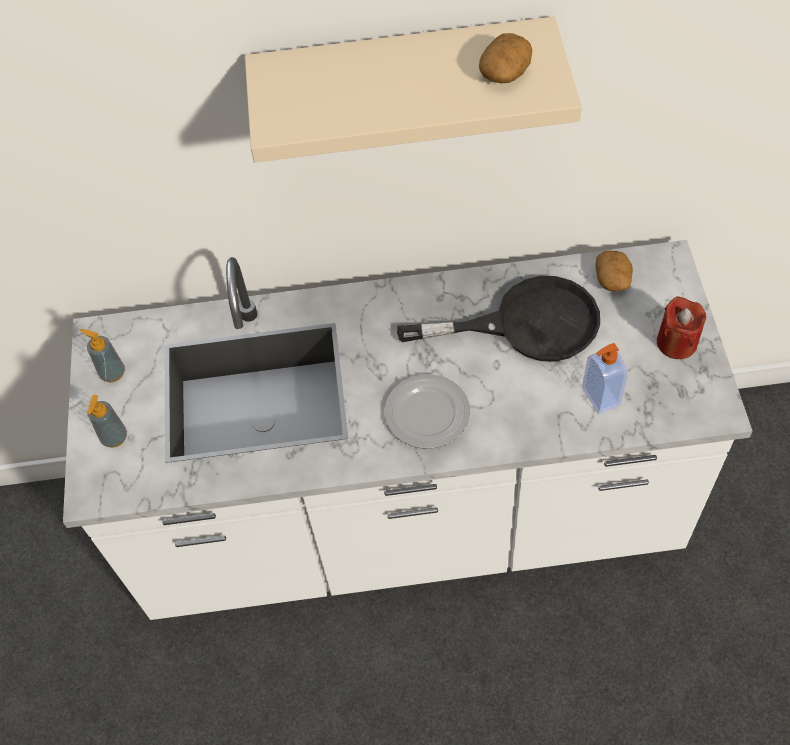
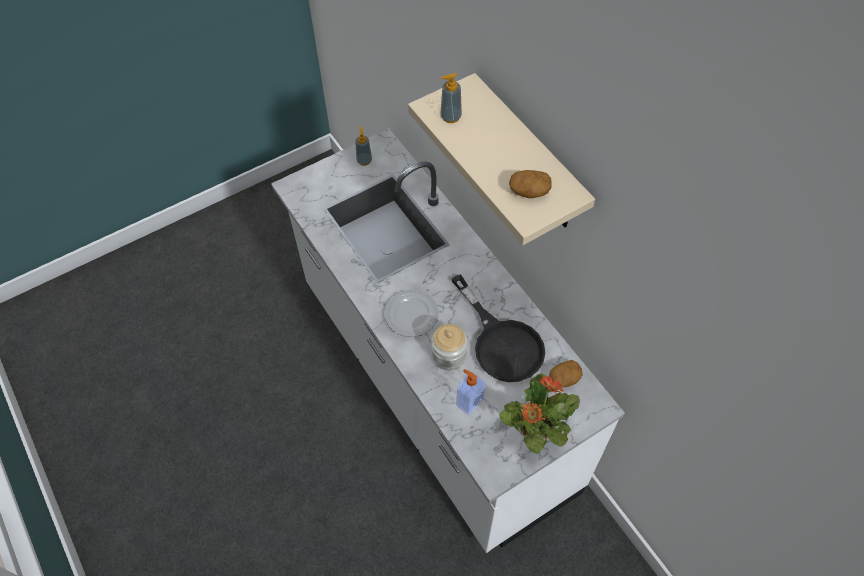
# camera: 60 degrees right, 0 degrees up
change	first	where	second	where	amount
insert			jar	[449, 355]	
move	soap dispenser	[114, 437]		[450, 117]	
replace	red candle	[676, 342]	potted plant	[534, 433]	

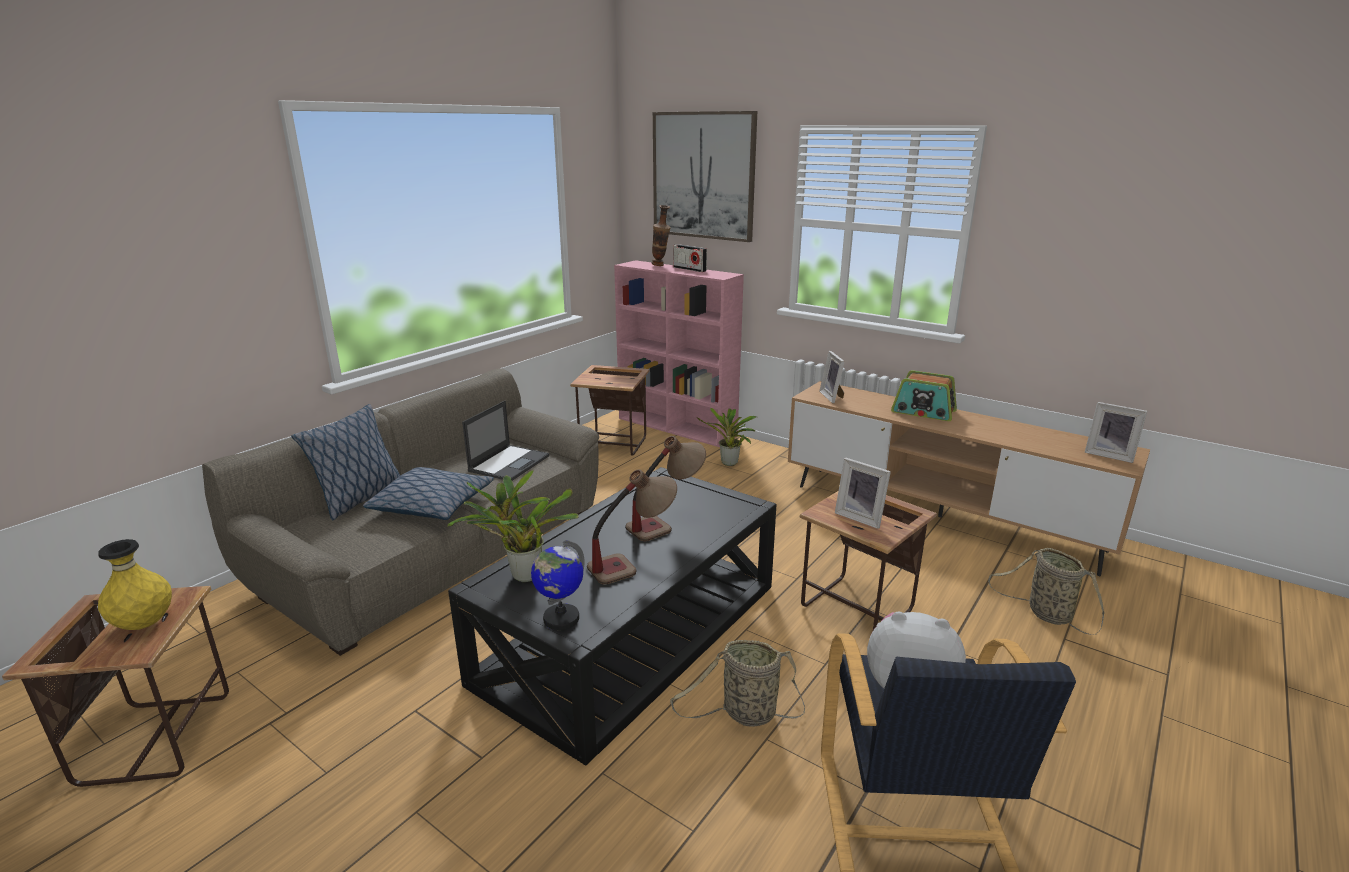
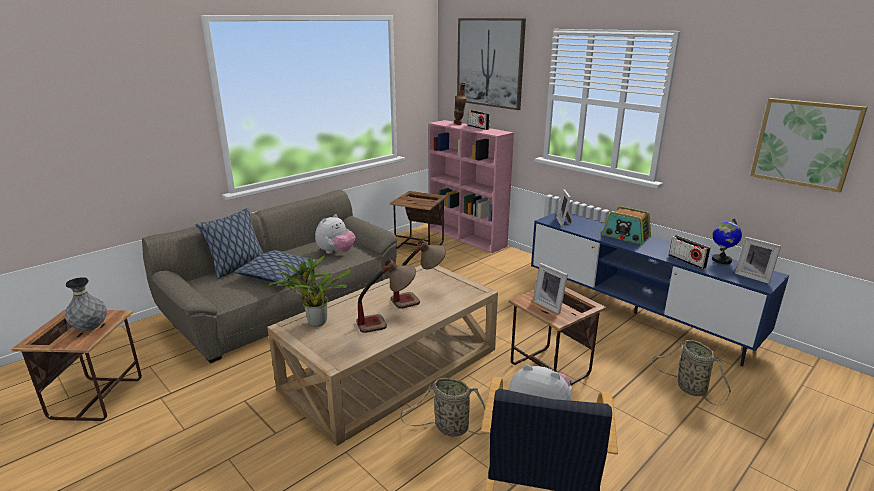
# camera: 10 degrees right, 0 degrees up
change	first	where	second	where	amount
recolor	yellow vase	[145, 624]	grey vase	[90, 328]	
recolor	black coffee table	[630, 631]	beige coffee table	[391, 368]	
replace	laptop	[509, 463]	plush toy	[336, 252]	
recolor	brown tv stand	[939, 516]	blue tv stand	[635, 313]	
insert			radio	[687, 261]	
move	globe	[560, 618]		[721, 260]	
insert			picture	[805, 143]	
delete	potted plant	[729, 464]			

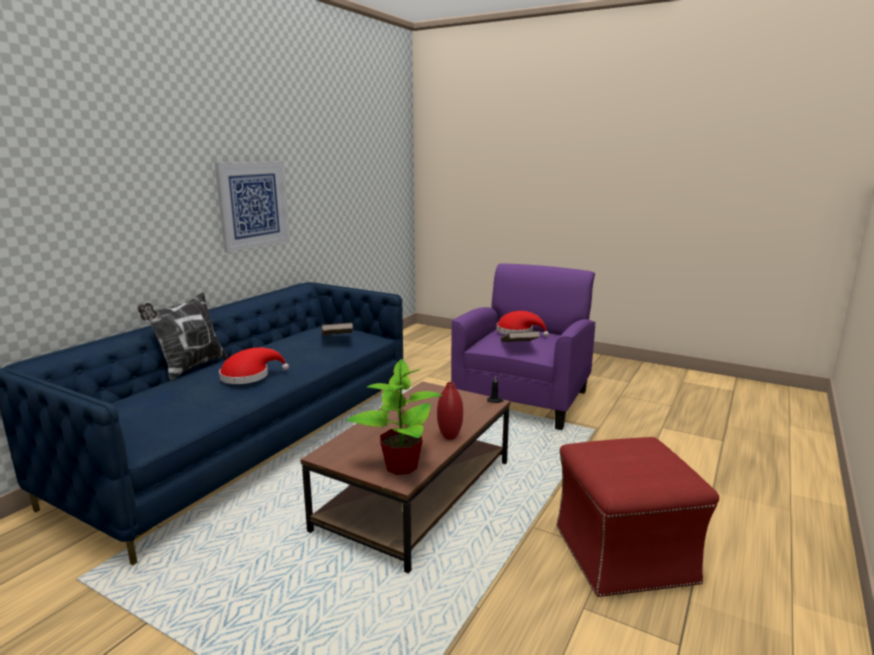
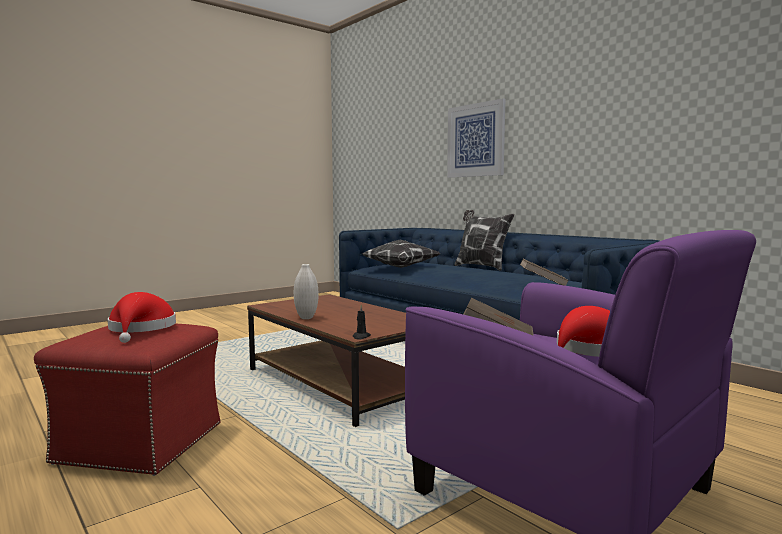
# camera: 110 degrees right, 10 degrees down
change	first	where	second	where	amount
move	red hat	[249, 376]		[141, 329]	
recolor	red vase	[450, 436]	white vase	[306, 318]	
insert			pillow	[400, 267]	
move	picture	[253, 205]		[475, 140]	
delete	potted plant	[401, 466]			

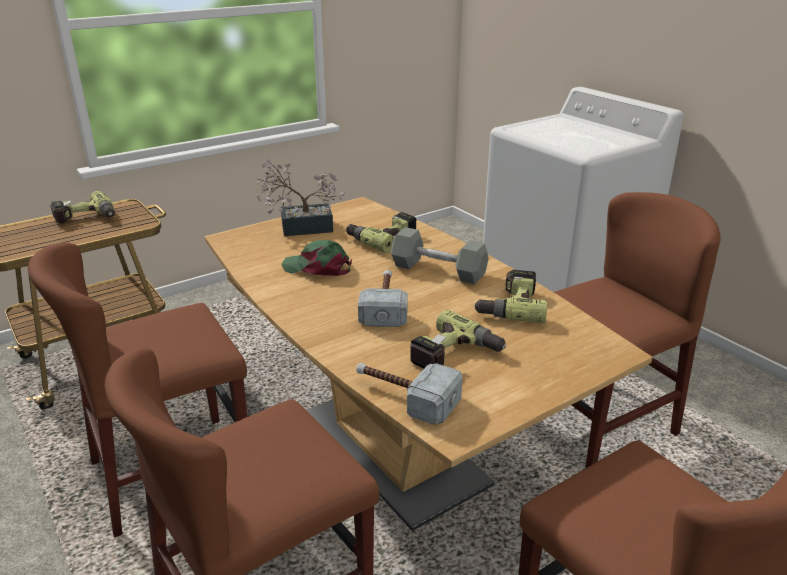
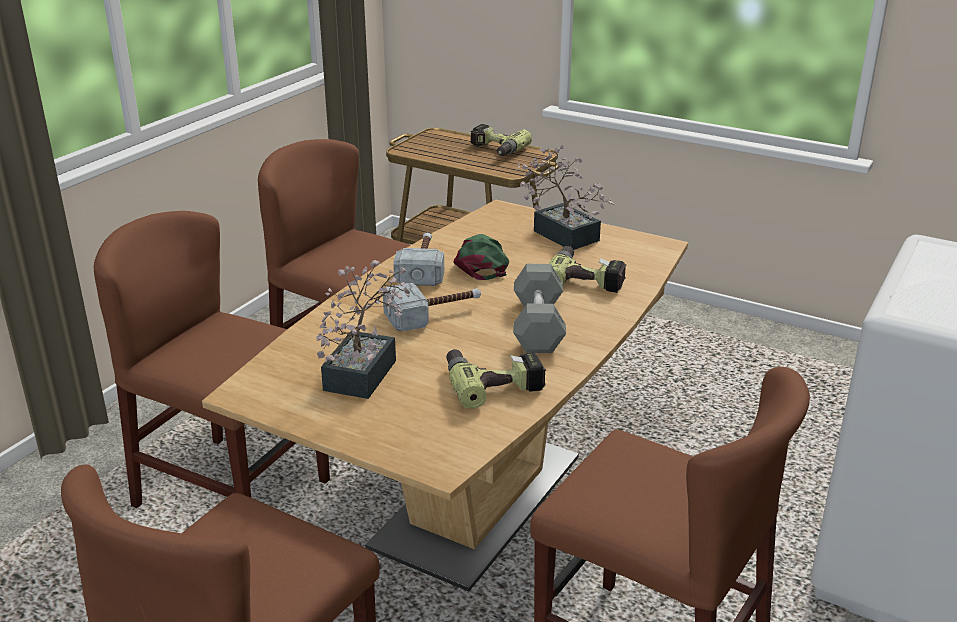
# camera: 65 degrees right, 0 degrees up
change	first	where	second	where	amount
replace	power drill	[455, 355]	potted plant	[365, 370]	
move	hammer	[404, 396]		[422, 267]	

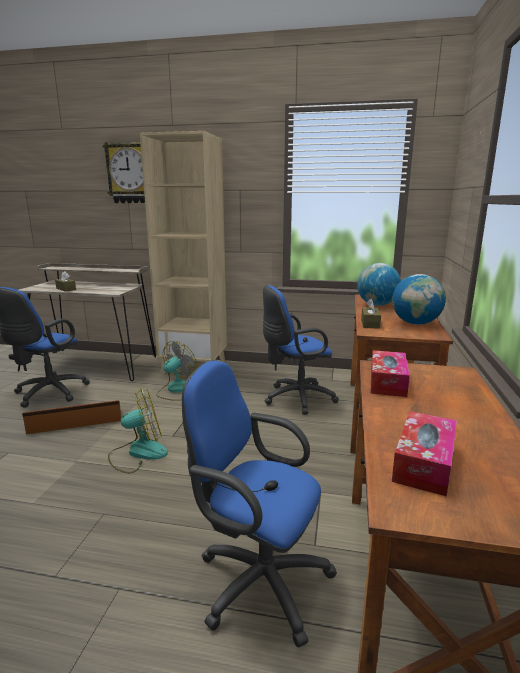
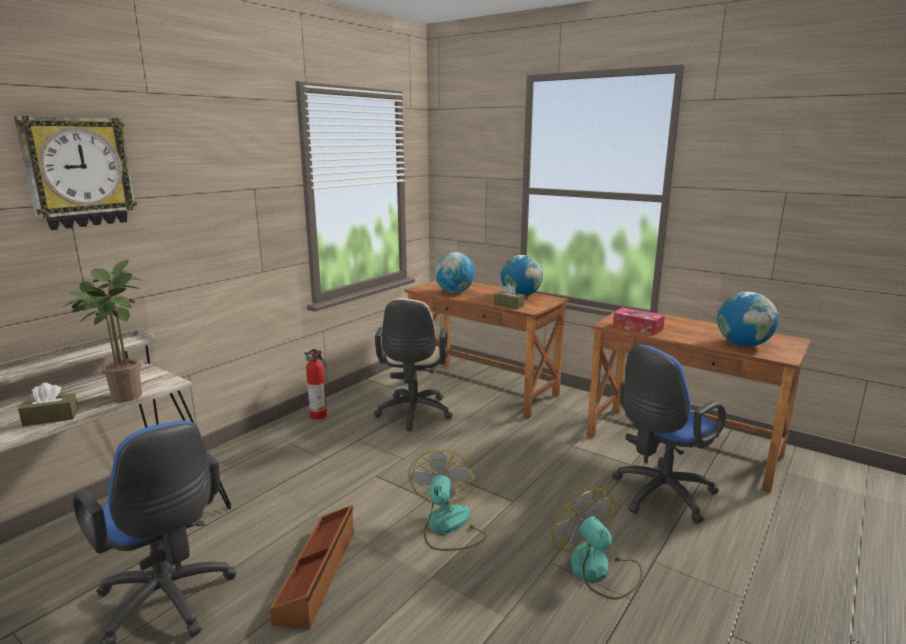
# camera: 65 degrees left, 0 degrees up
change	first	where	second	where	amount
insert			potted plant	[124, 395]	
insert			fire extinguisher	[319, 416]	
recolor	blue office chair	[295, 399]	beige office chair	[413, 414]	
move	fan	[177, 390]		[598, 570]	
replace	tissue box	[424, 463]	globe	[743, 344]	
delete	beige bookcase	[194, 367]			

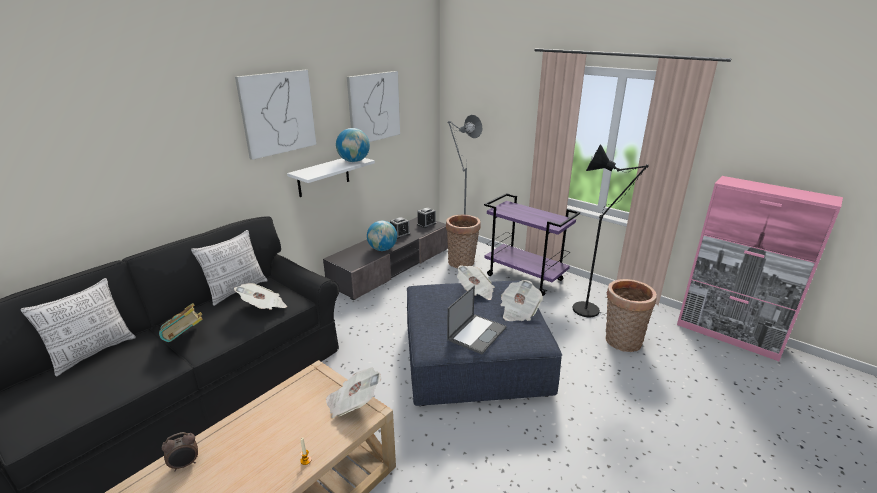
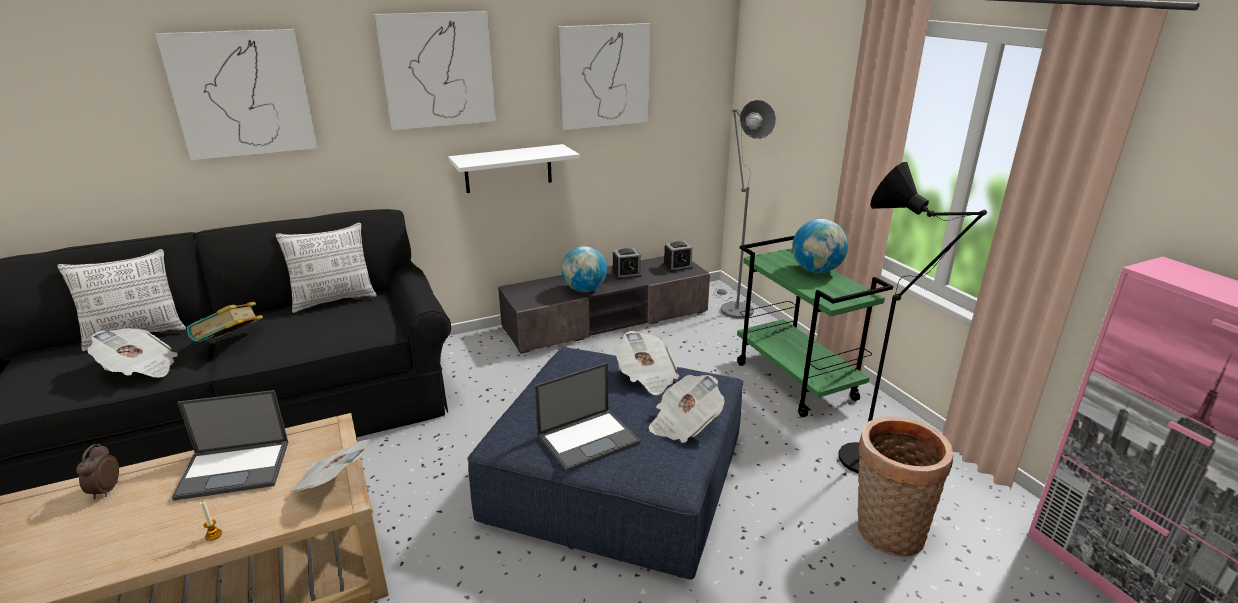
# camera: 25 degrees right, 0 degrees up
change	first	where	second	where	amount
rotate	alarm clock	[185, 464]		[105, 491]	90 degrees clockwise
move	newspaper	[264, 307]		[140, 369]	
insert			picture	[242, 94]	
insert			laptop	[236, 469]	
recolor	purple cart	[525, 277]	green cart	[796, 382]	
move	globe	[354, 161]		[816, 270]	
delete	basket	[462, 263]			

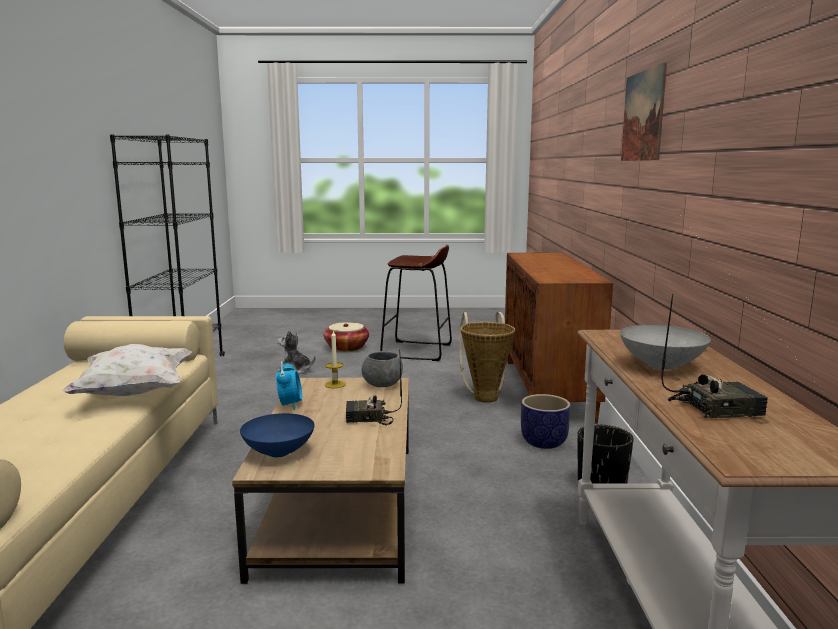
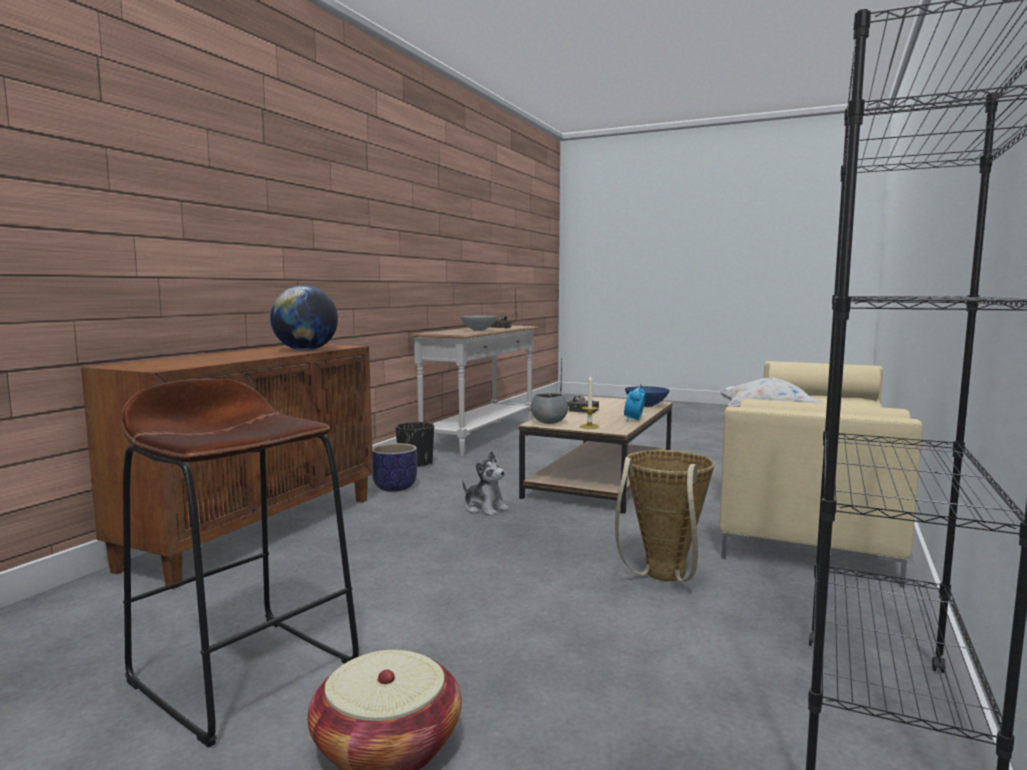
# camera: 155 degrees left, 5 degrees down
change	first	where	second	where	amount
insert			globe	[305, 350]	
move	plush toy	[295, 370]		[485, 509]	
move	basket	[485, 396]		[663, 578]	
delete	picture	[643, 116]			

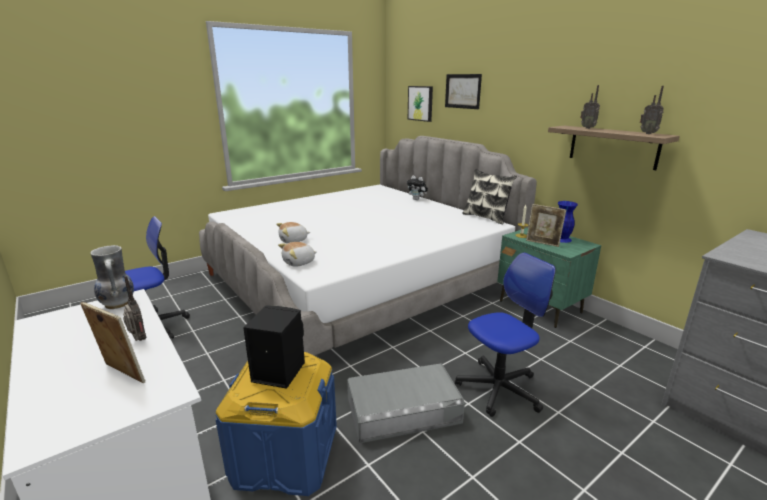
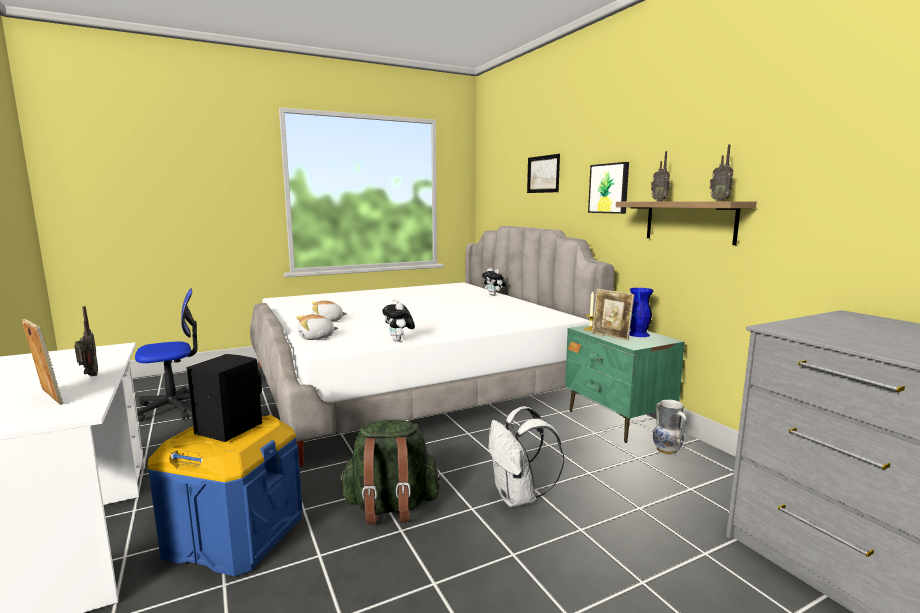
# camera: 10 degrees right, 10 degrees down
change	first	where	second	where	amount
replace	grey storage box	[403, 410]	green backpack	[390, 507]	
insert			plush toy	[399, 340]	
replace	office chair	[499, 388]	white backpack	[518, 497]	
move	picture	[421, 103]		[609, 188]	
move	vase	[119, 304]		[667, 450]	
delete	pillow	[486, 217]			

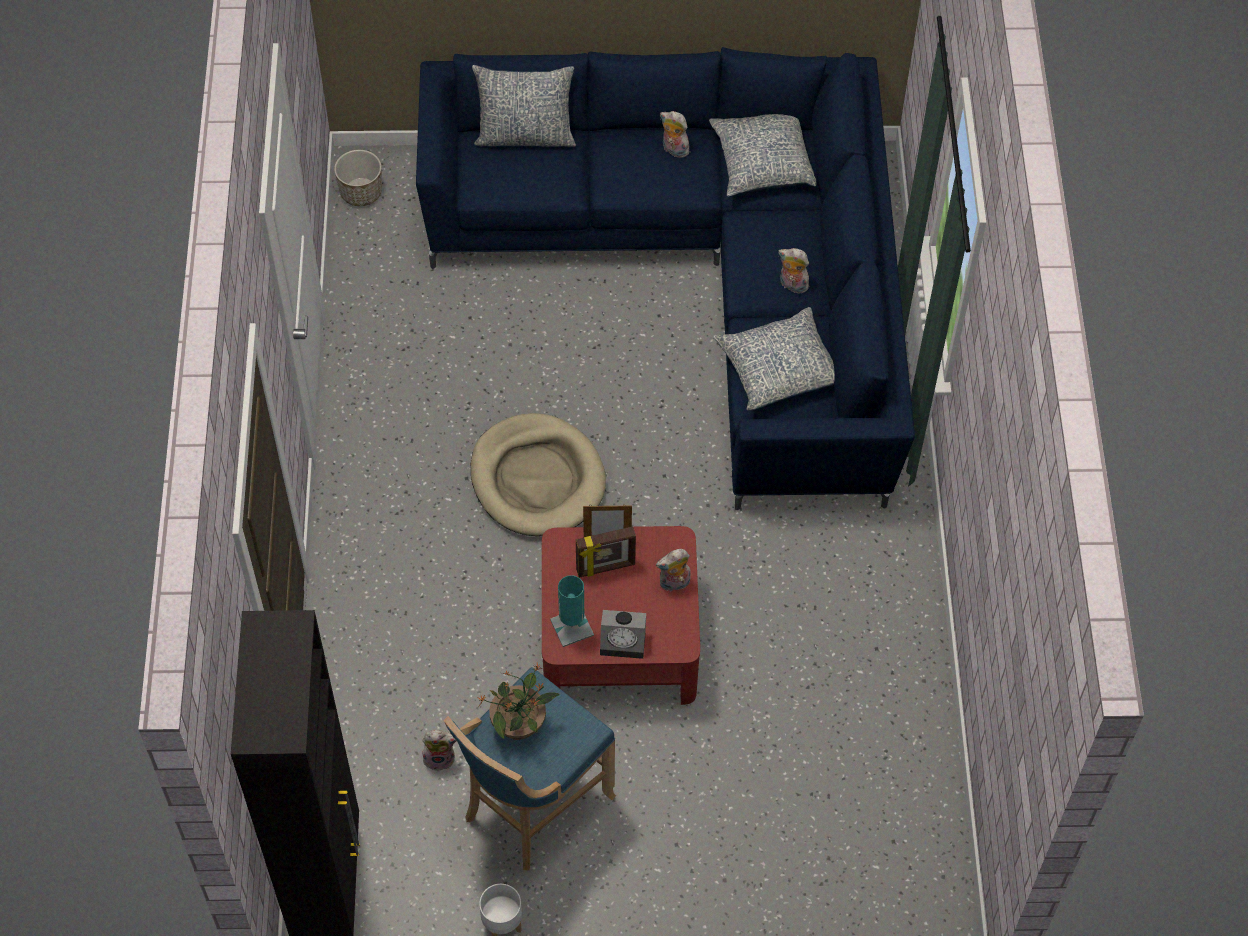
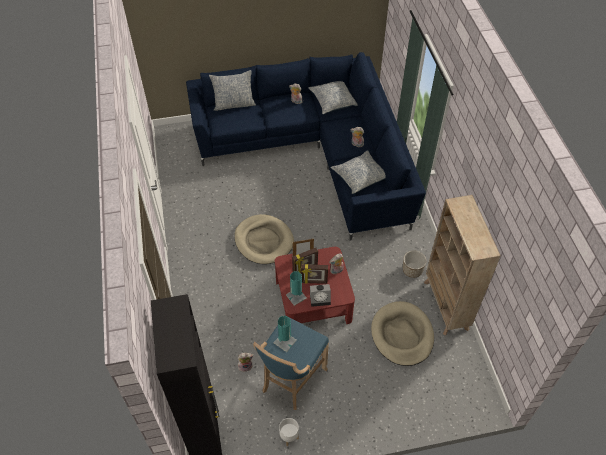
# camera: 10 degrees left, 5 degrees down
change	first	where	second	where	amount
replace	potted plant	[520, 724]	turquoise table lamp	[285, 341]	
insert			picture frame	[314, 281]	
insert			beige dog bed	[402, 335]	
move	planter	[361, 192]		[412, 270]	
insert			beige bookcase	[445, 306]	

